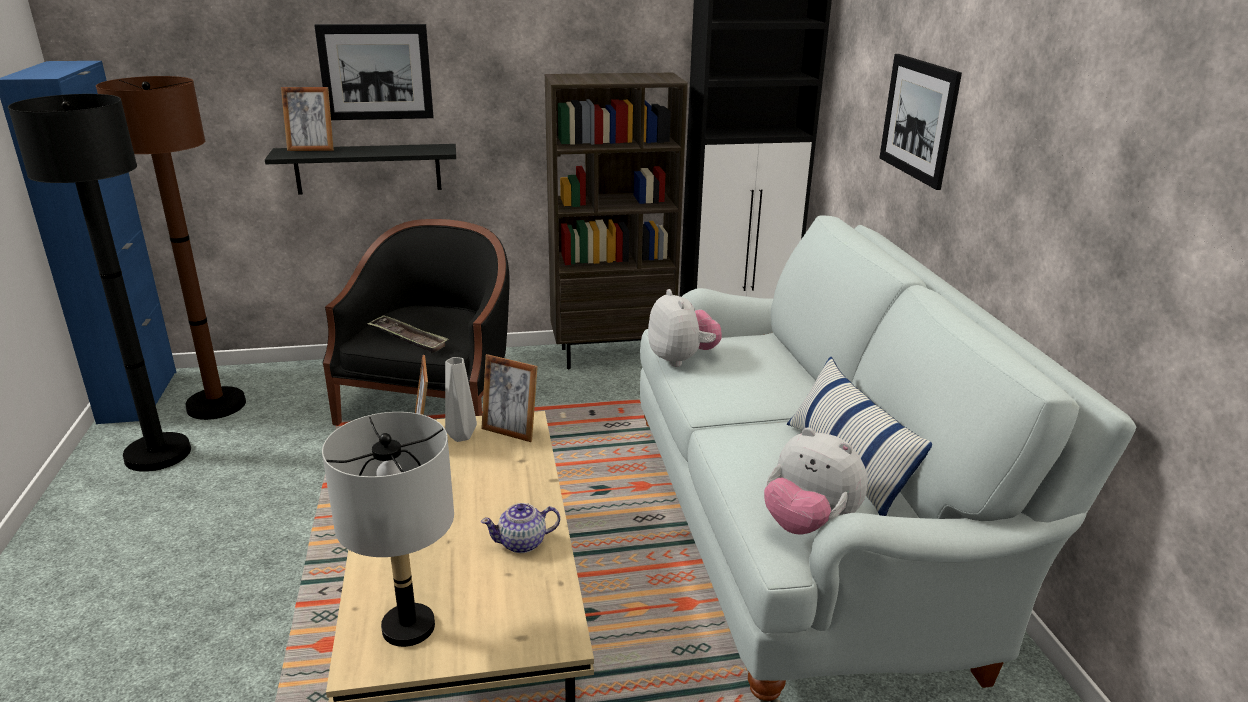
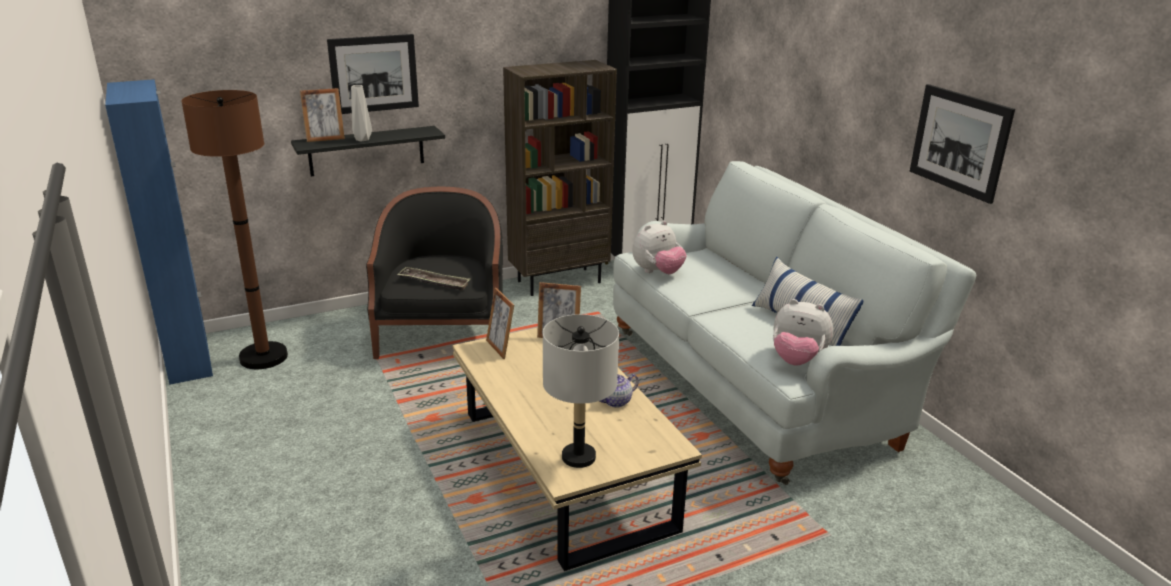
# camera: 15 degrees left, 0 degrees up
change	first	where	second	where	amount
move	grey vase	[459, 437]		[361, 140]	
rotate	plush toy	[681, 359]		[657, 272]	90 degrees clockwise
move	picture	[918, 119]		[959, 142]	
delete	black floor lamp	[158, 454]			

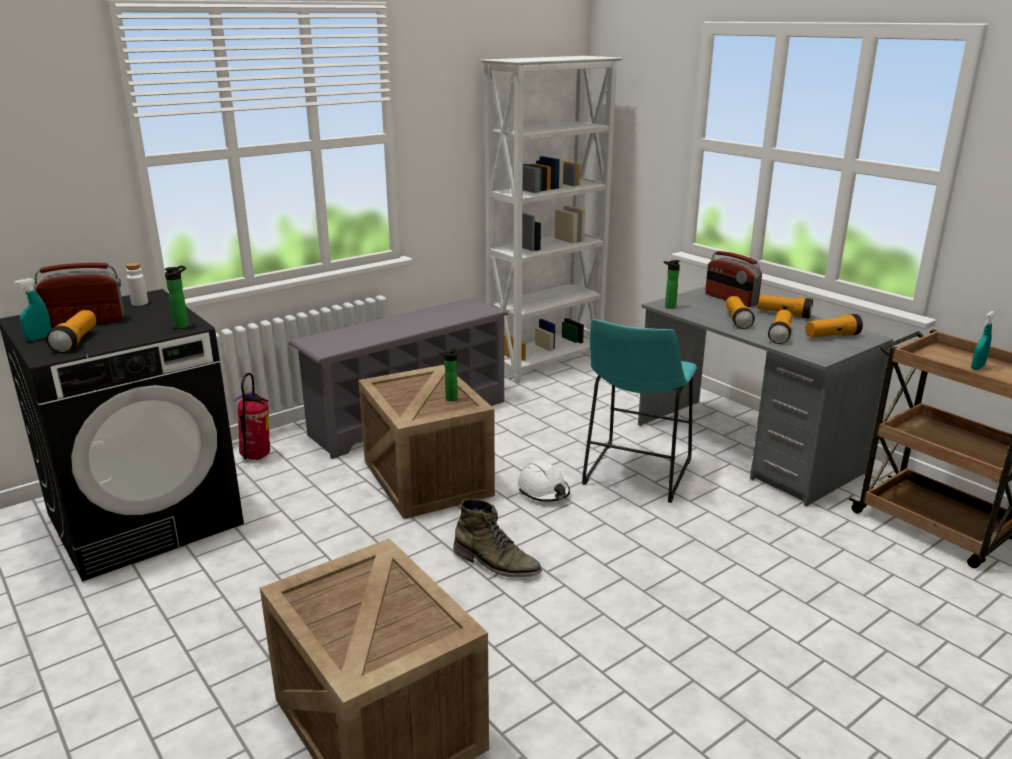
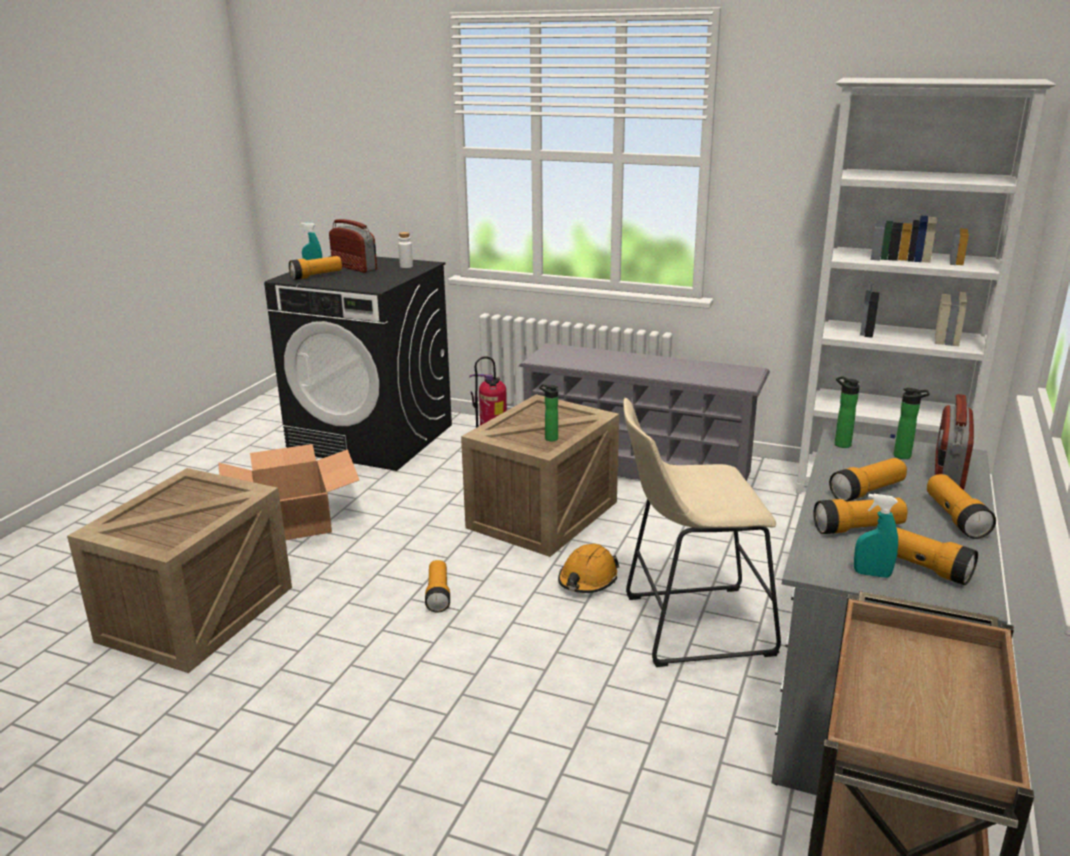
# camera: 60 degrees right, 0 degrees up
change	first	where	second	where	amount
insert			cardboard box	[294, 520]	
replace	green boot	[496, 563]	flashlight	[438, 594]	
recolor	white hard hat	[543, 491]	orange hard hat	[587, 580]	
recolor	turquoise stool	[634, 475]	beige stool	[688, 625]	
move	turquoise spray bottle	[977, 367]		[872, 574]	
move	bottle	[183, 325]		[905, 456]	

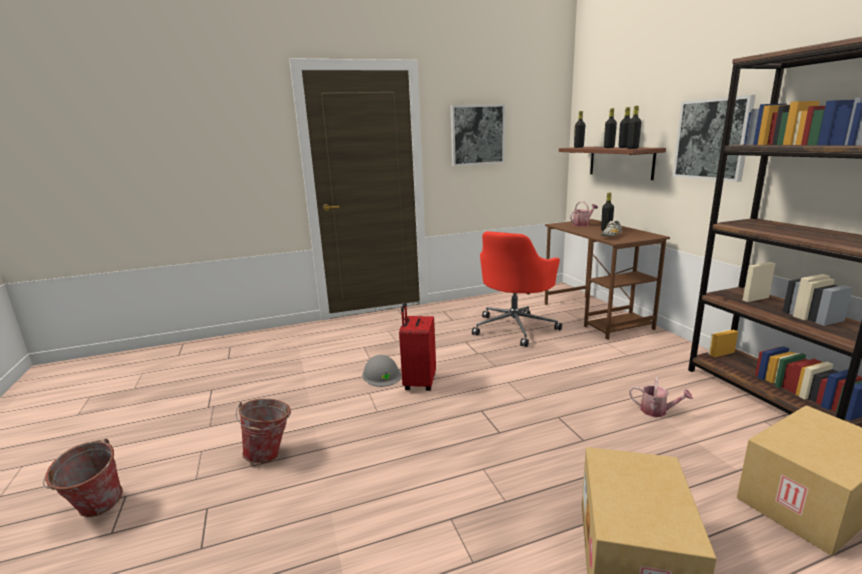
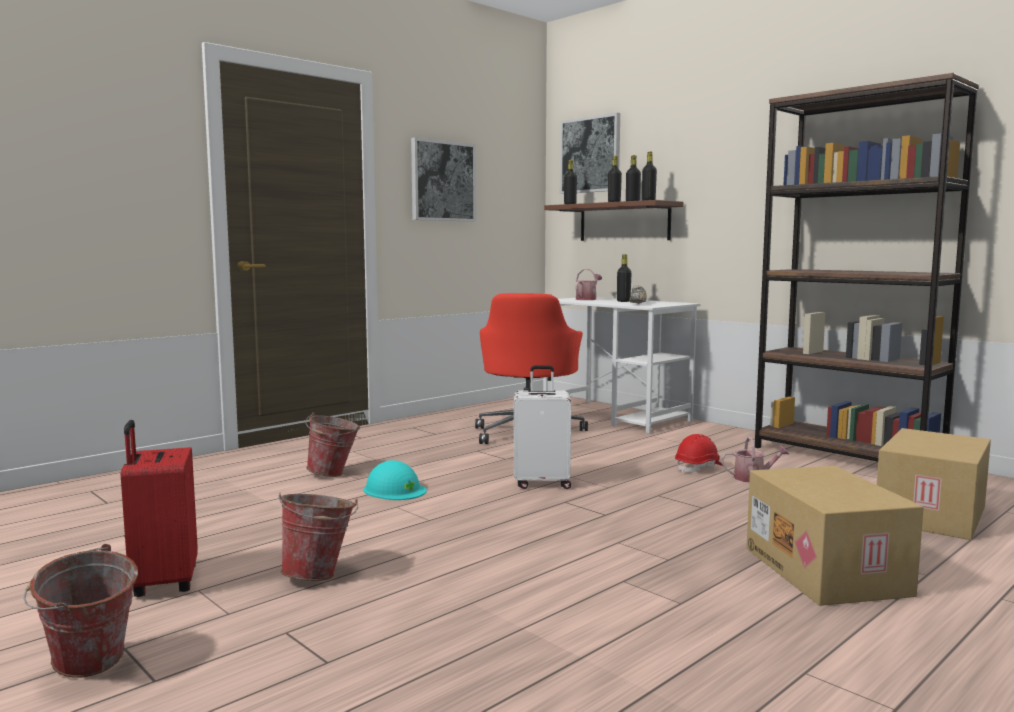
# camera: 25 degrees left, 10 degrees down
change	first	where	second	where	amount
move	red suitcase	[419, 383]		[163, 583]	
insert			bucket	[334, 474]	
recolor	grey hard hat	[381, 375]	turquoise hard hat	[394, 490]	
insert			white suitcase	[542, 483]	
recolor	brown desk	[596, 316]	white desk	[616, 416]	
move	picture	[712, 139]		[590, 155]	
insert			red hard hat	[698, 468]	

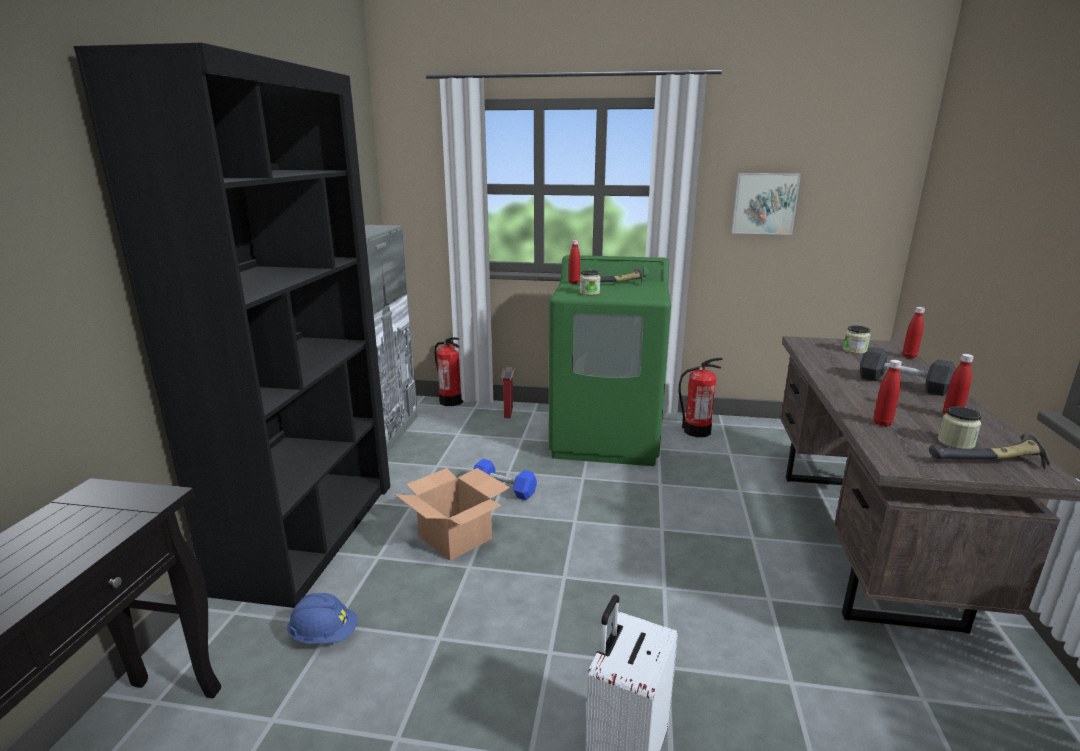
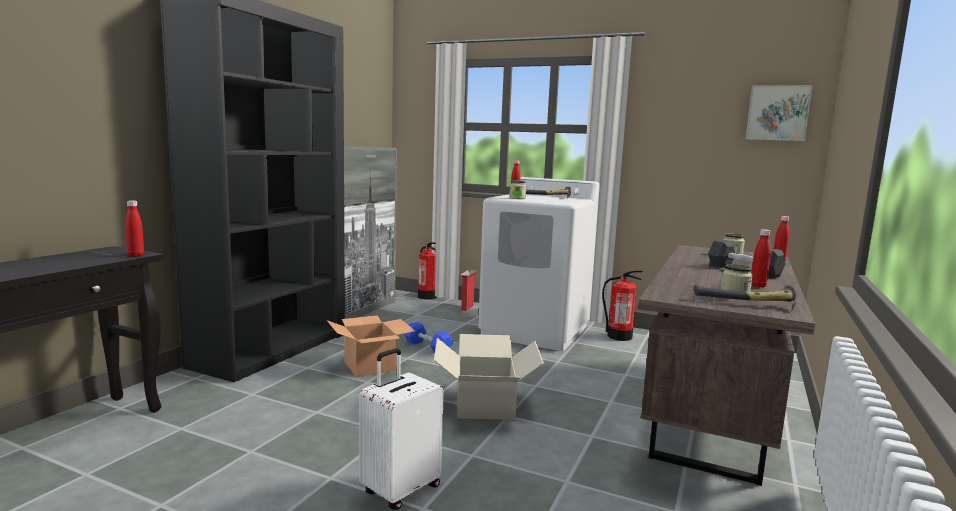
# camera: 15 degrees right, 10 degrees down
change	first	where	second	where	amount
move	red bottle	[882, 423]		[136, 255]	
insert			cardboard box	[486, 404]	
recolor	green washing machine	[606, 438]	white washing machine	[535, 331]	
move	picture	[764, 203]		[777, 113]	
delete	blue hard hat	[324, 635]			

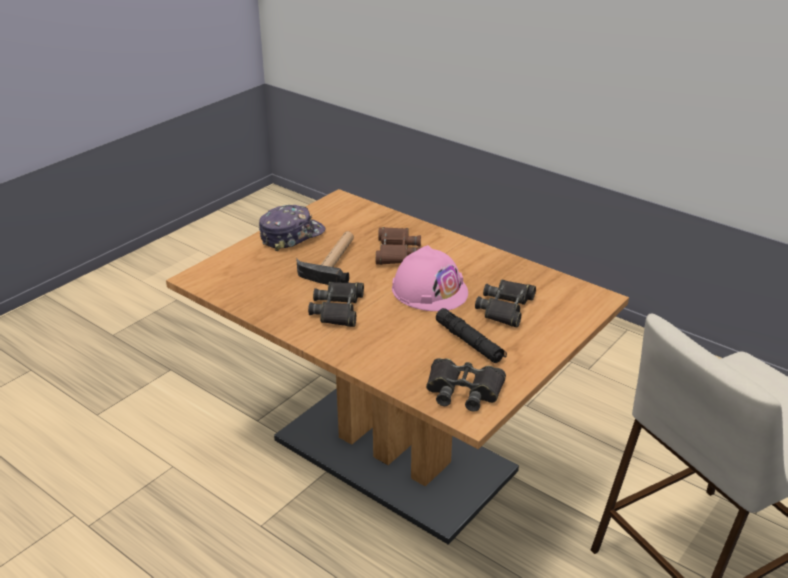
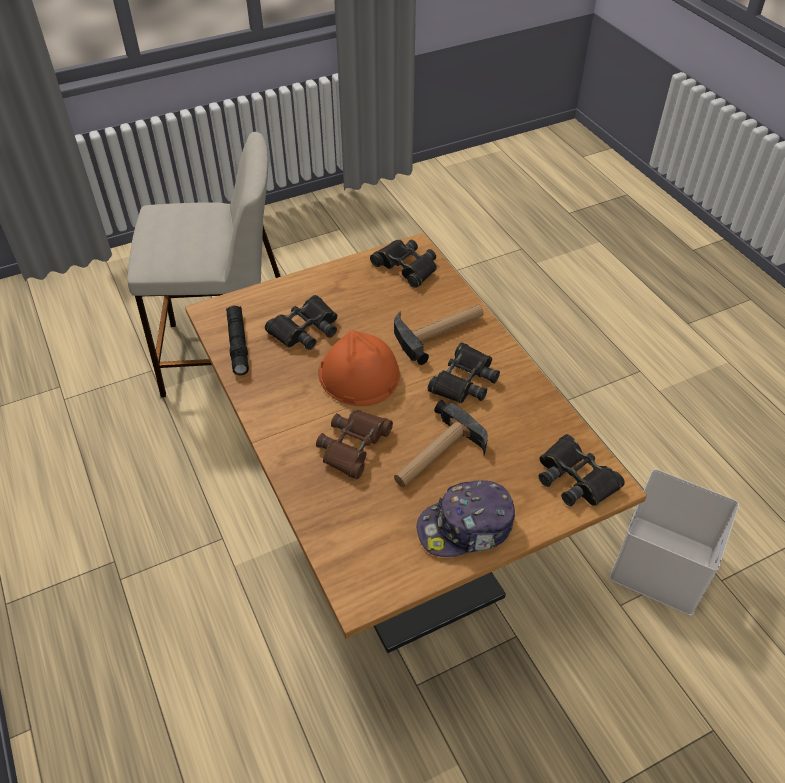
# camera: 155 degrees left, 15 degrees up
change	first	where	second	where	amount
move	black flashlight	[469, 342]		[238, 344]	
recolor	pink hard hat	[429, 290]	orange hard hat	[358, 374]	
insert			hammer	[440, 331]	
insert			black binoculars	[575, 478]	
insert			white storage box	[663, 566]	

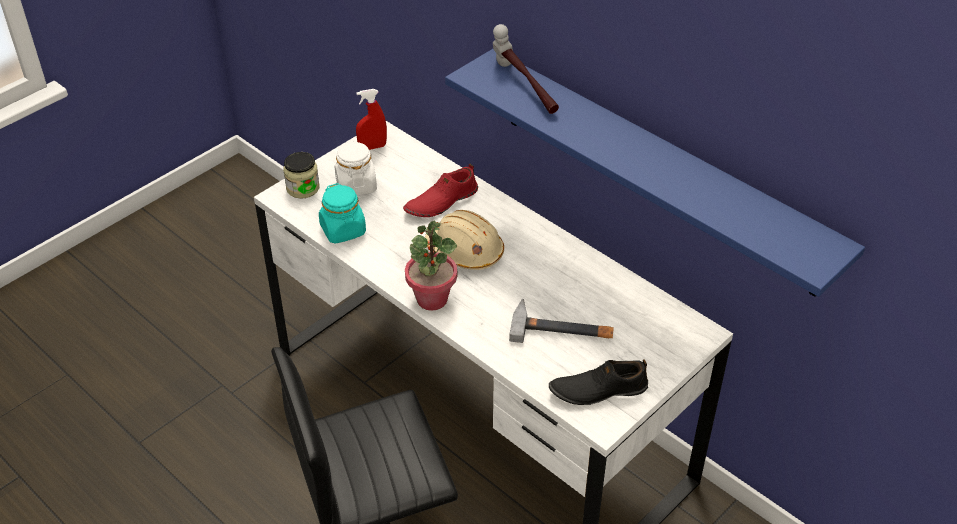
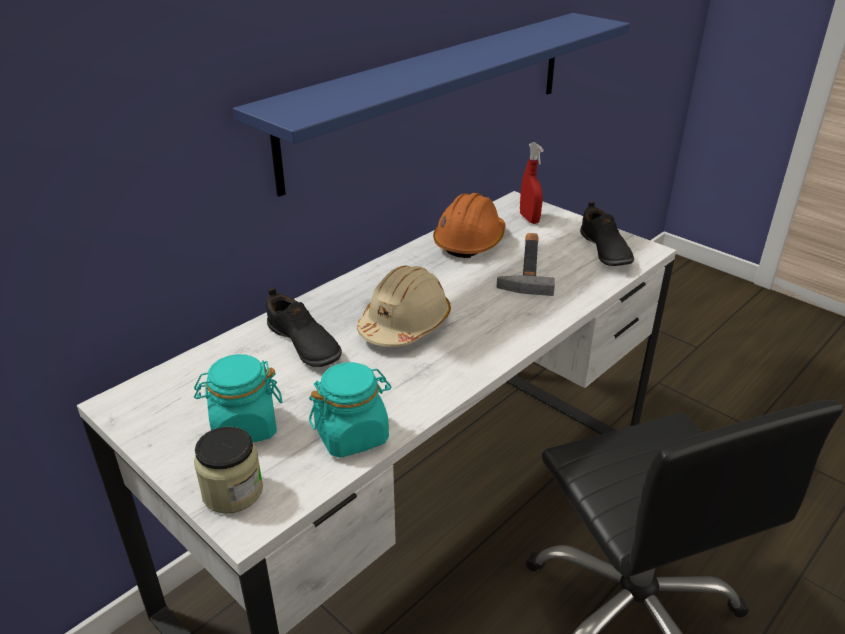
# camera: 90 degrees left, 10 degrees down
change	first	where	second	where	amount
recolor	white jar	[356, 185]	turquoise jar	[244, 426]	
recolor	red shoe	[441, 202]	black shoe	[303, 344]	
insert			orange hard hat	[470, 241]	
move	red spray bottle	[372, 147]		[529, 219]	
delete	potted plant	[432, 299]			
delete	hammer	[524, 87]			

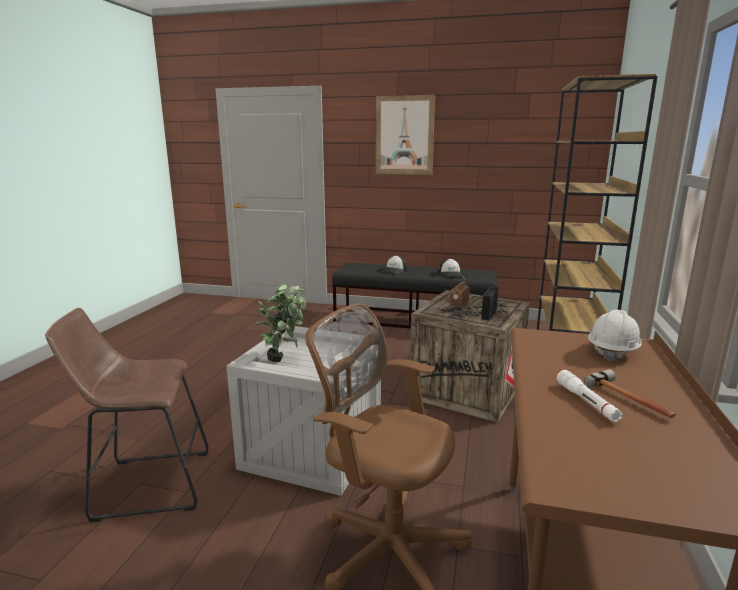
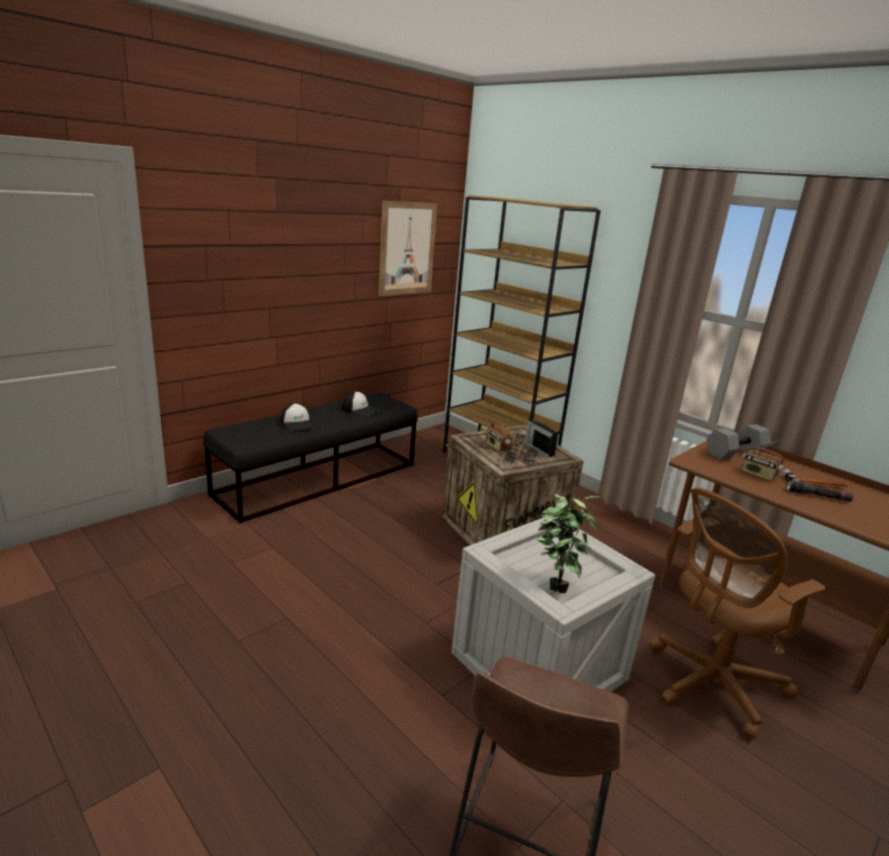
# camera: 60 degrees left, 5 degrees up
change	first	where	second	where	amount
move	picture	[404, 135]		[407, 249]	
replace	white hard hat	[612, 351]	grey dumbbell	[735, 454]	
insert			radio	[758, 474]	
recolor	white flashlight	[587, 402]	black flashlight	[818, 496]	

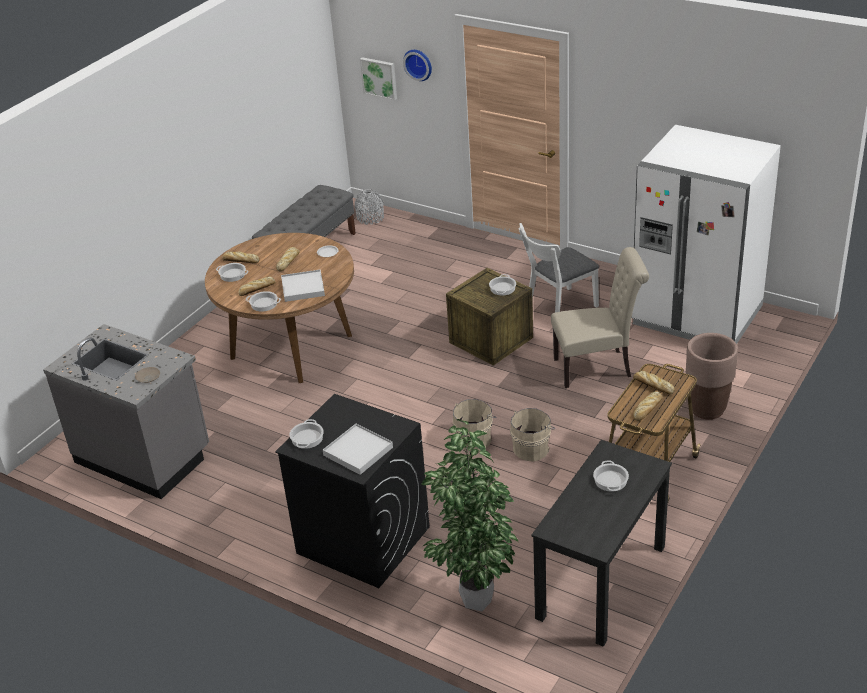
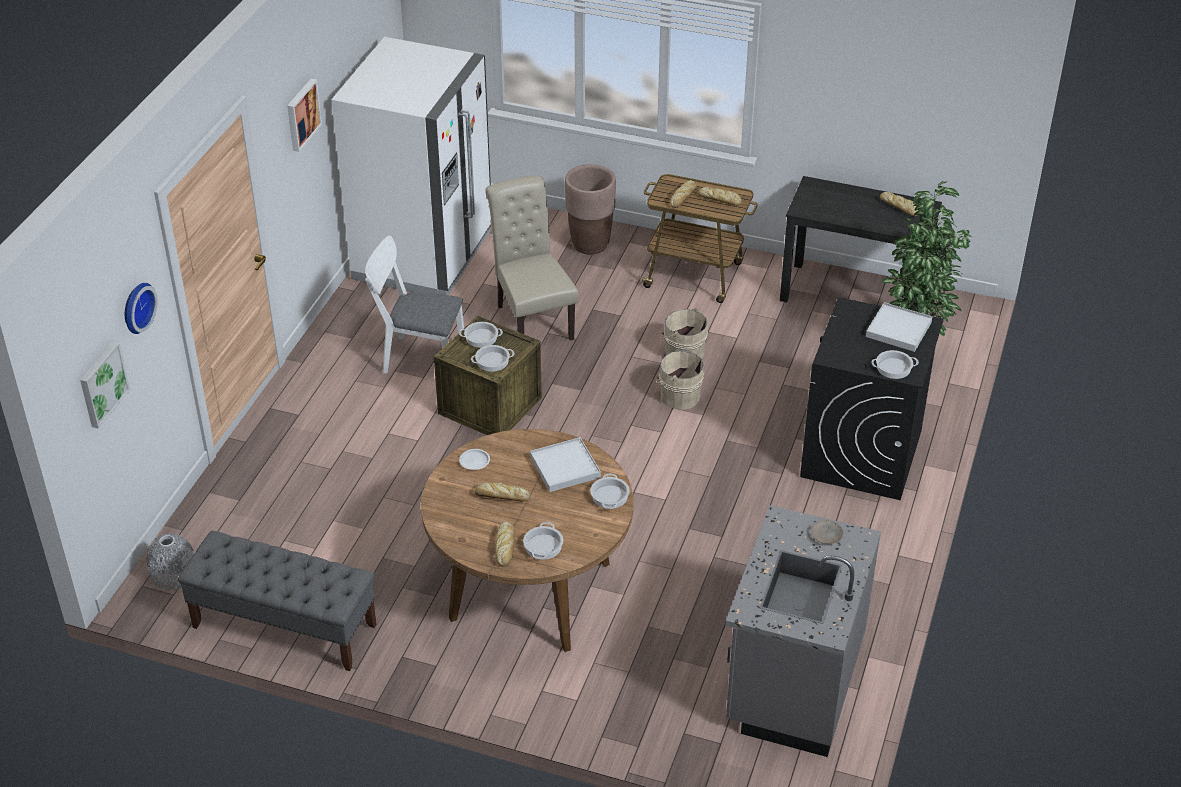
# camera: 105 degrees left, 5 degrees up
change	first	where	second	where	amount
insert			picture	[302, 114]	
rotate	white chair	[558, 309]		[417, 358]	150 degrees clockwise
move	cooking pot	[610, 480]		[492, 361]	
move	bread	[256, 289]		[900, 207]	

